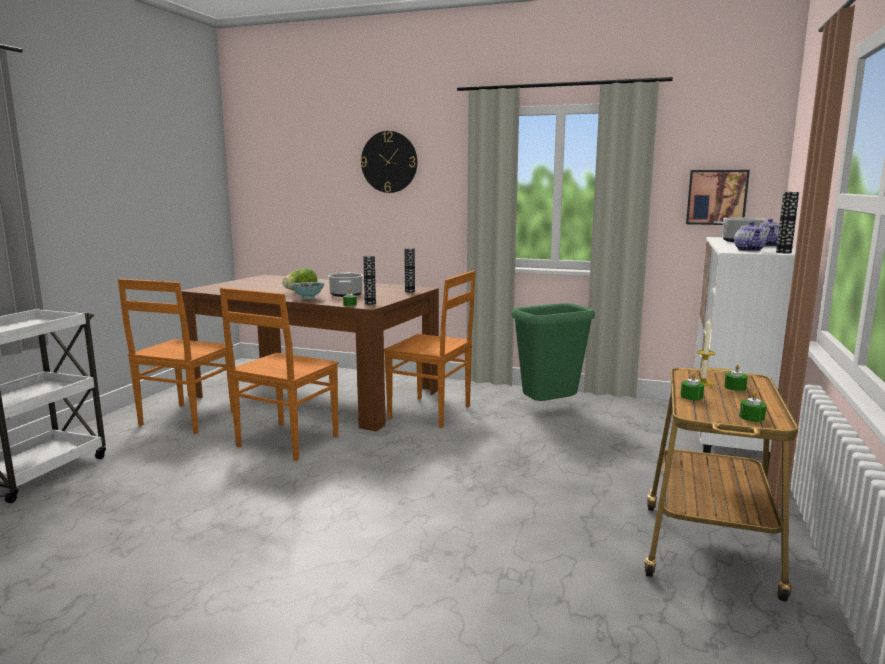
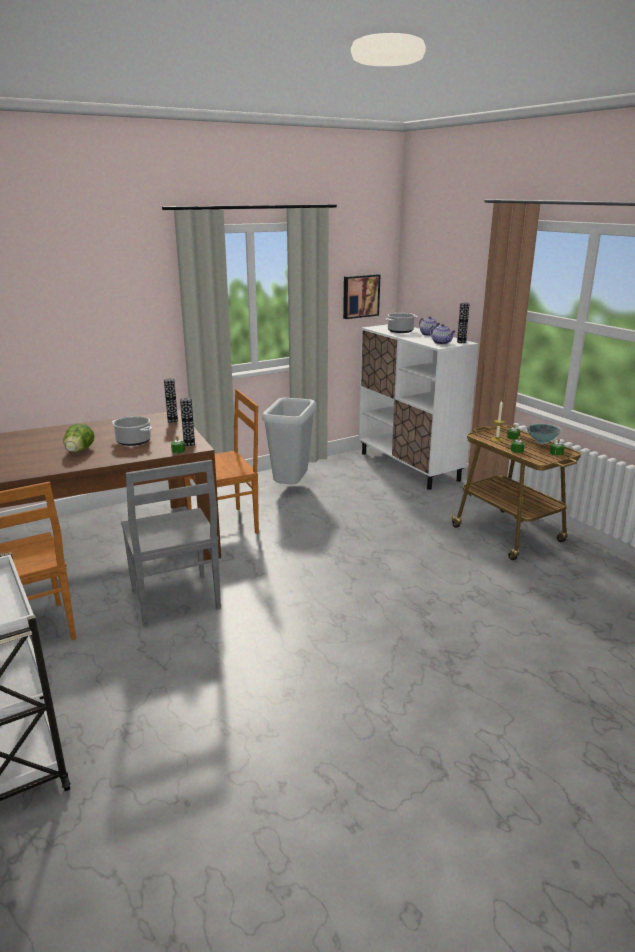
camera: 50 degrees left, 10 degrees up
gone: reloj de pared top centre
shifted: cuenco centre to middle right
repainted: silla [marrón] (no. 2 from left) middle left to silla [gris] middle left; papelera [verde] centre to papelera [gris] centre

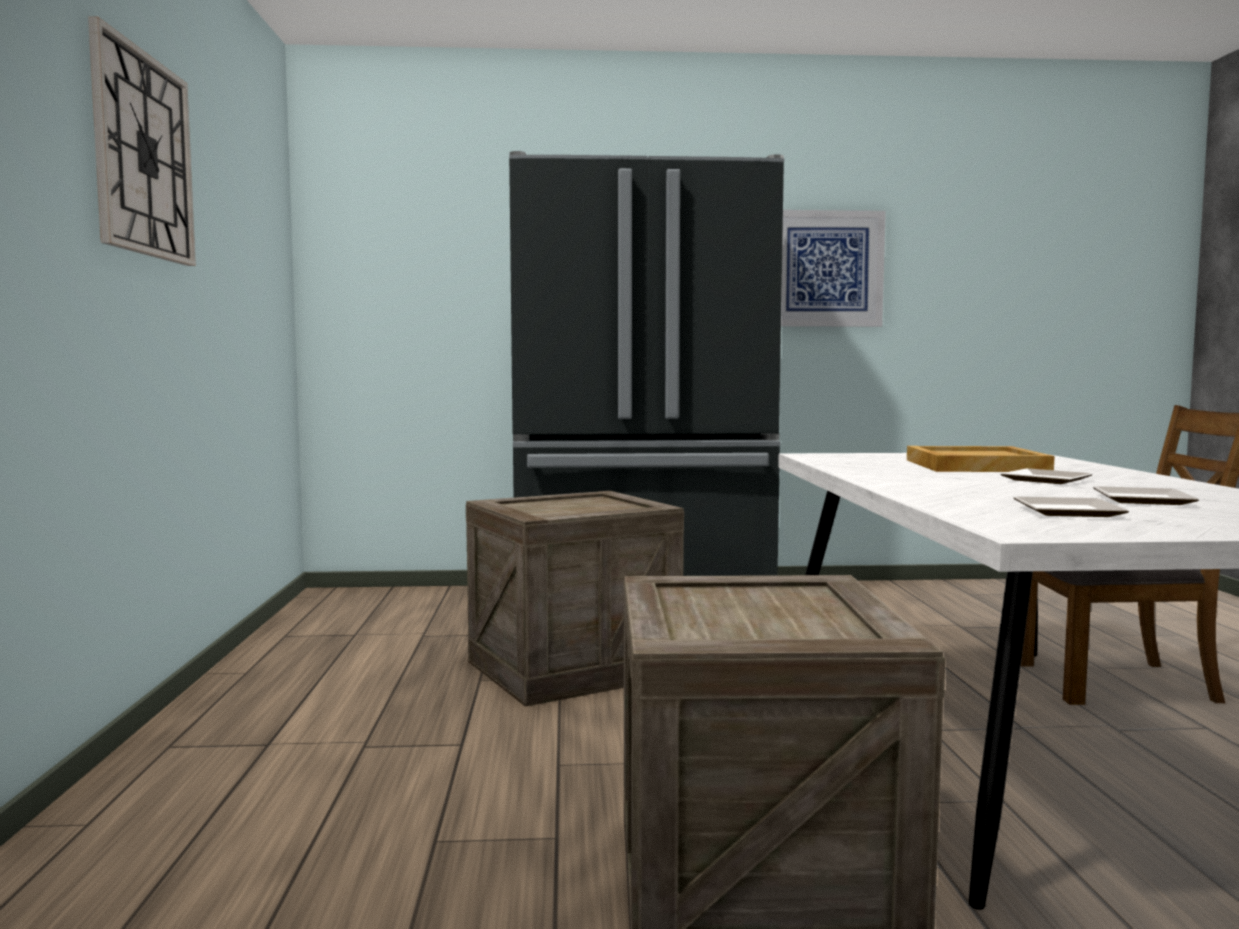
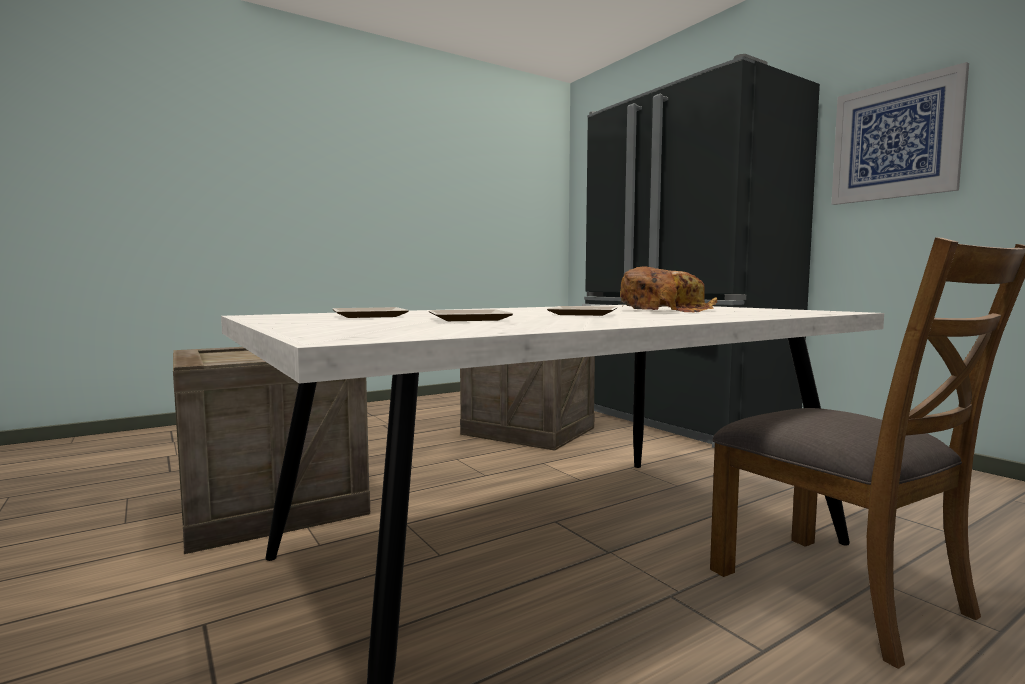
camera: 60 degrees right, 0 degrees up
gone: reloj de pared top left
swapped: bandeja [beis] middle right to pan centre

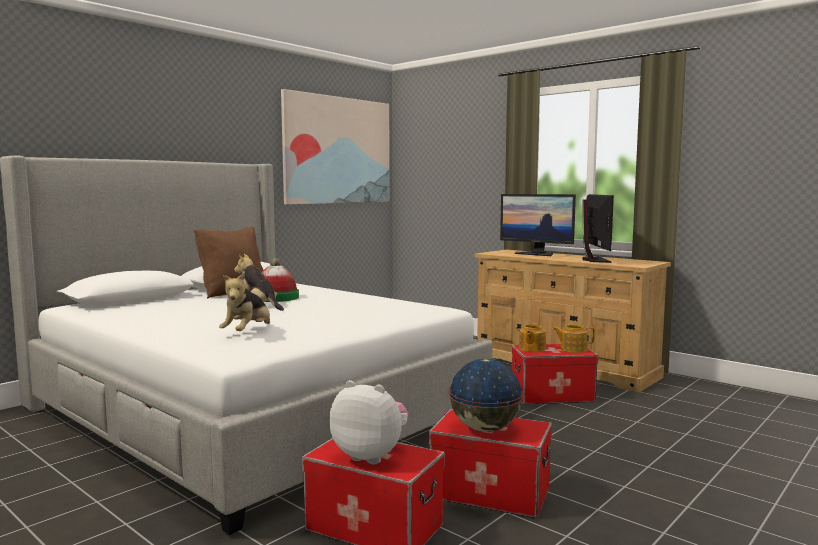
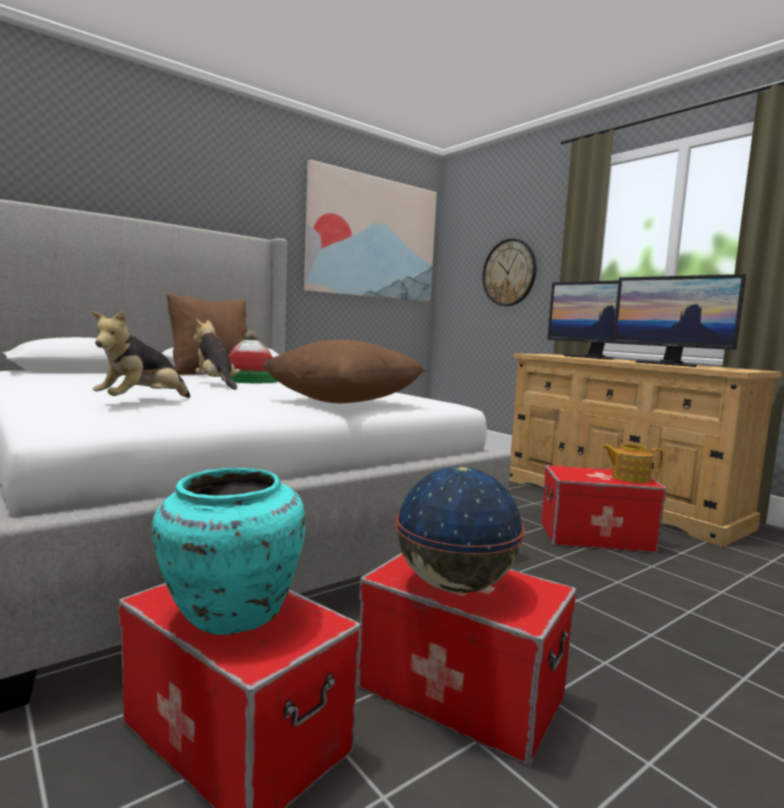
camera: 10 degrees right, 0 degrees up
gone: tetera (no. 1 from left) centre
new: cojín [marrón] (no. 2 from left) centre; reloj de pared centre
swapped: peluche (no. 3 from left) bottom centre to florero [turquesa] bottom left
rotated: monitor (no. 2 from left) middle right = middle right 120 degrees clockwise

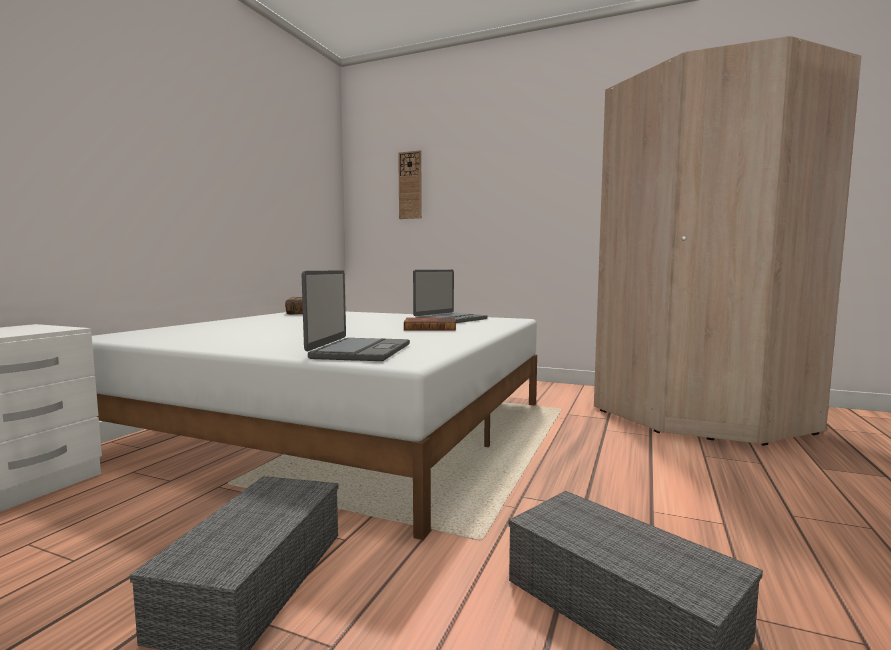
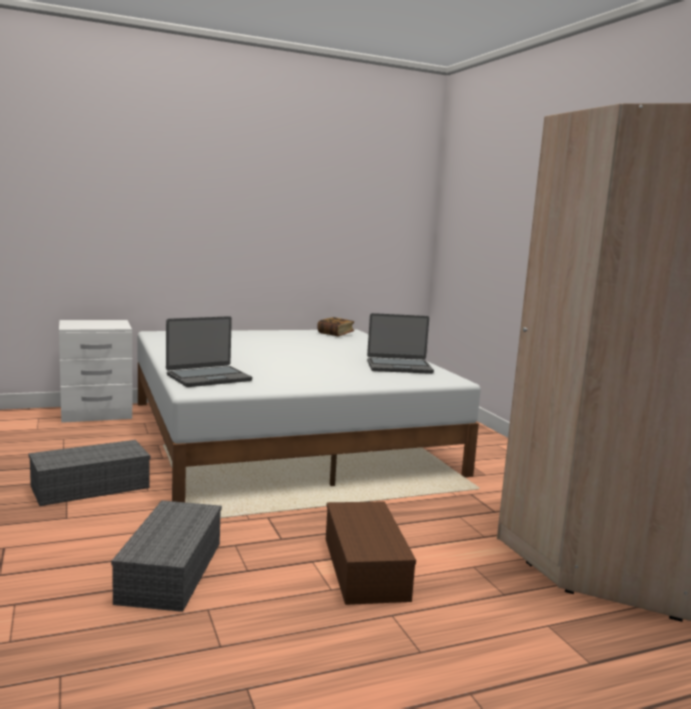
camera: 45 degrees right, 5 degrees up
gone: reloj de pared top centre; libro (no. 2 from left) centre
new: caja de almacenaje [marrón] bottom centre

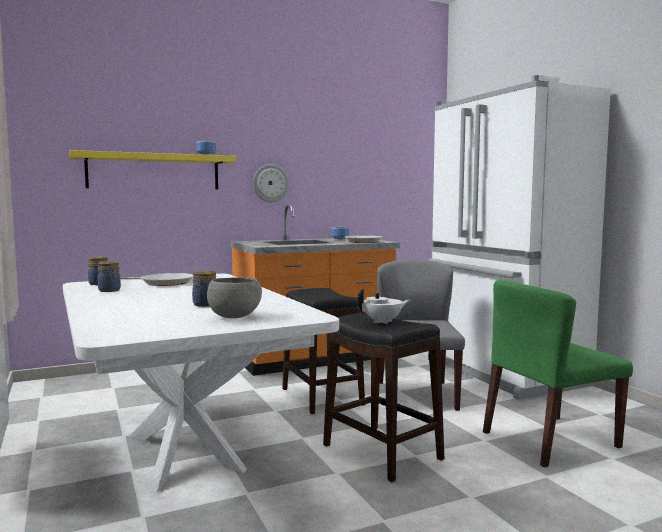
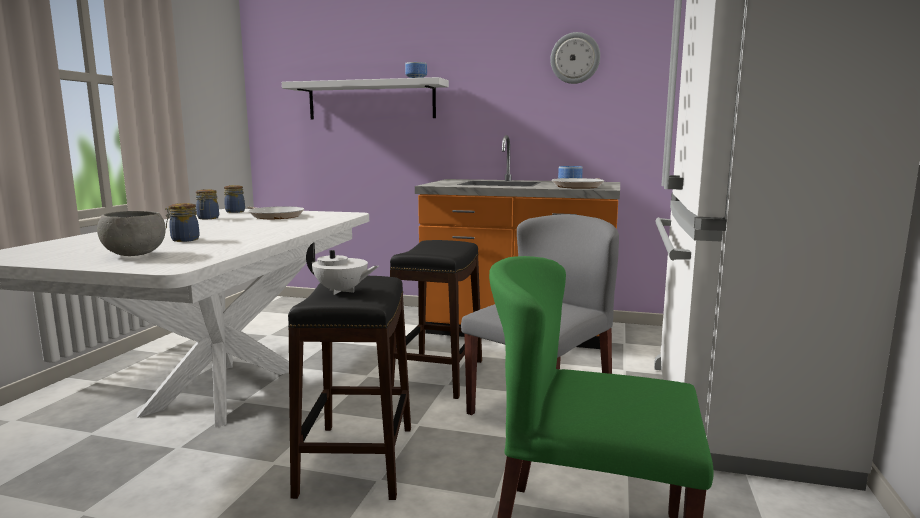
camera: 40 degrees right, 5 degrees up
shifted: reloj de pared centre to top centre
repainted: estante [amarillo] top left to estante [blanco] top centre

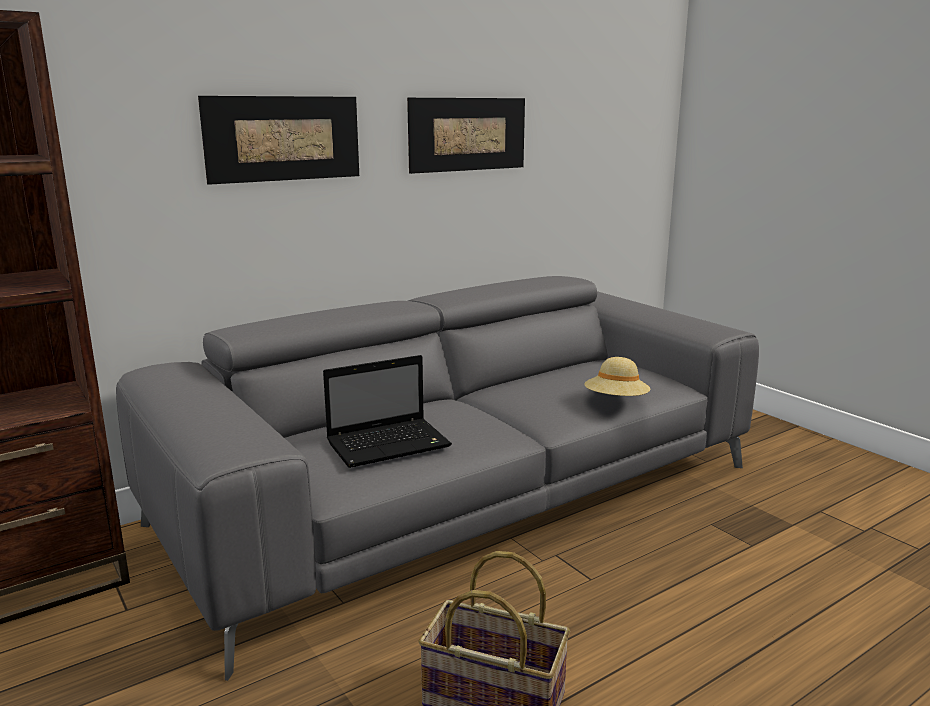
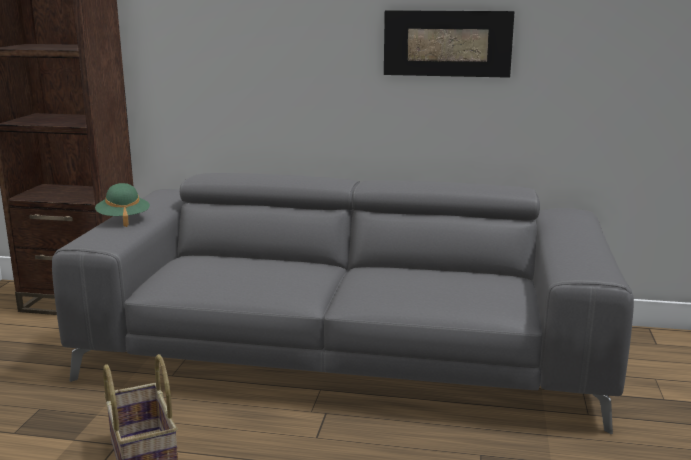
camera: 45 degrees right, 0 degrees up
gone: cuadro (no. 1 from left) top left; portátil centre; sombrero [beis] centre
new: sombrero [verde] middle left

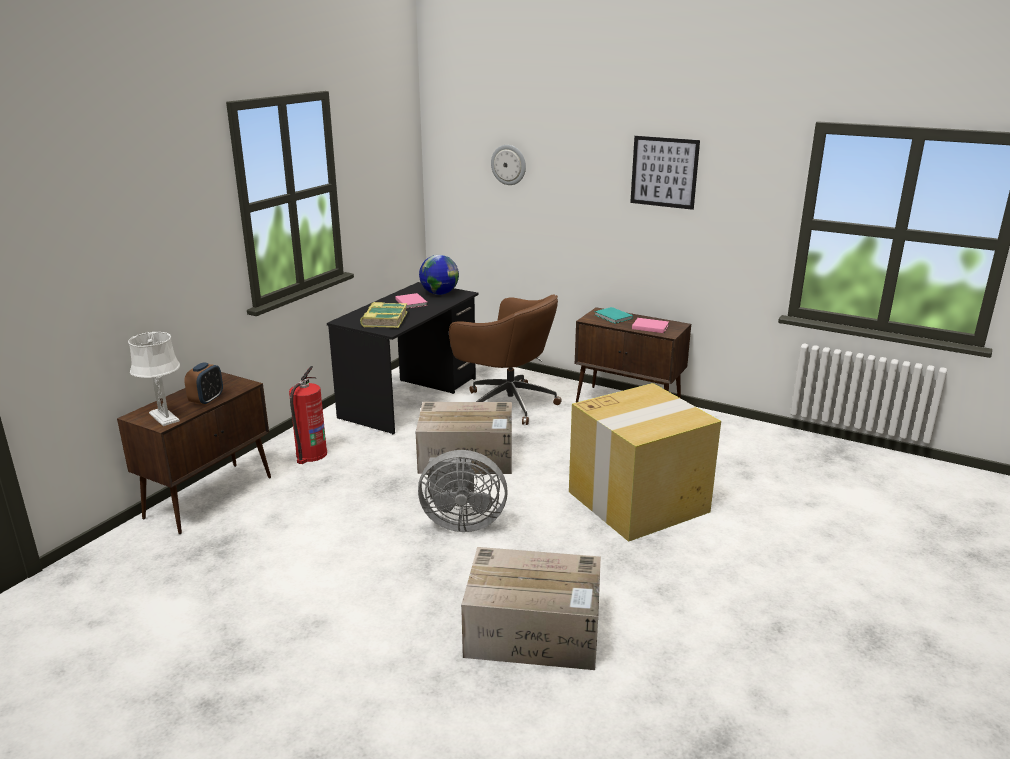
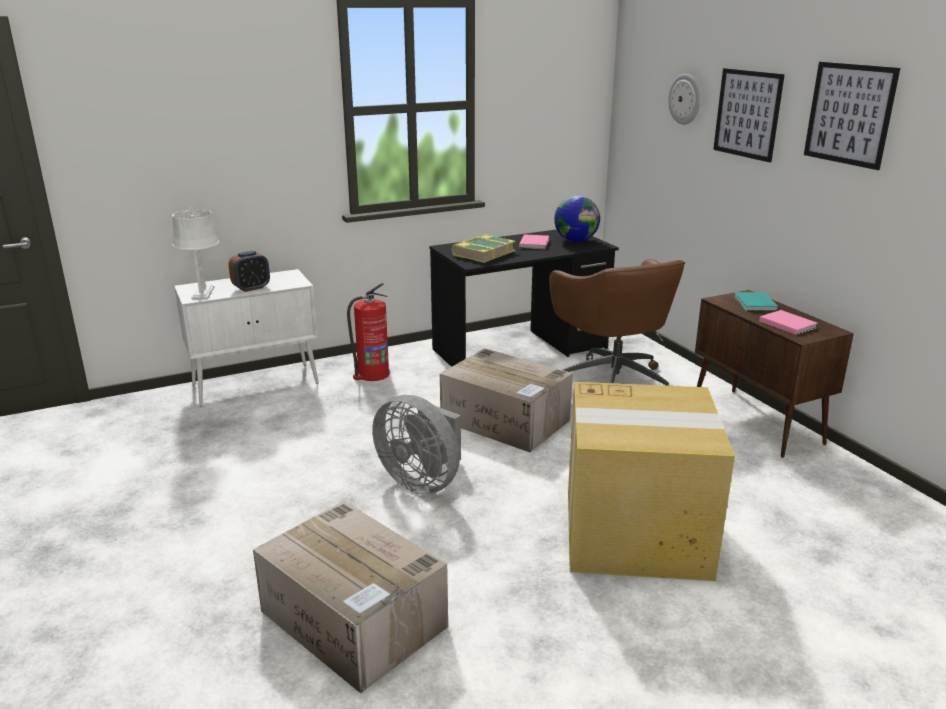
camera: 35 degrees right, 0 degrees up
new: cuadro (no. 1 from left) top right
repainted: armario [marrón] (no. 1 from left) middle left to armario [blanco] middle left

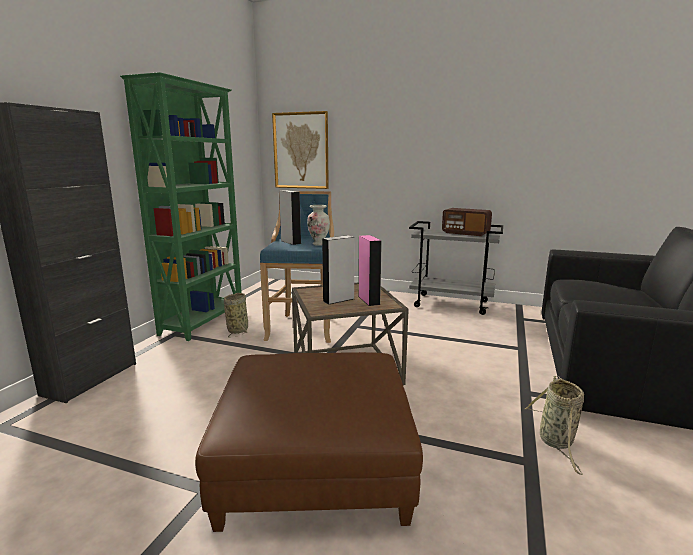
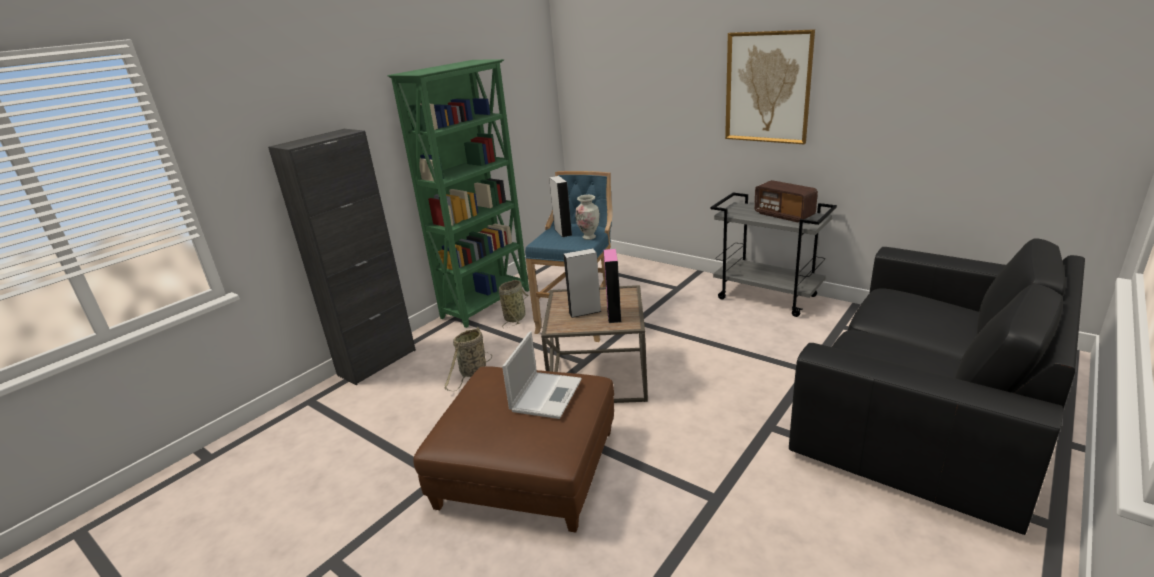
camera: 20 degrees right, 10 degrees up
new: portátil centre
shifted: cesta (no. 2 from left in the first image) bottom right to cesta (no. 1 from left) centre; cuadro top centre to top right

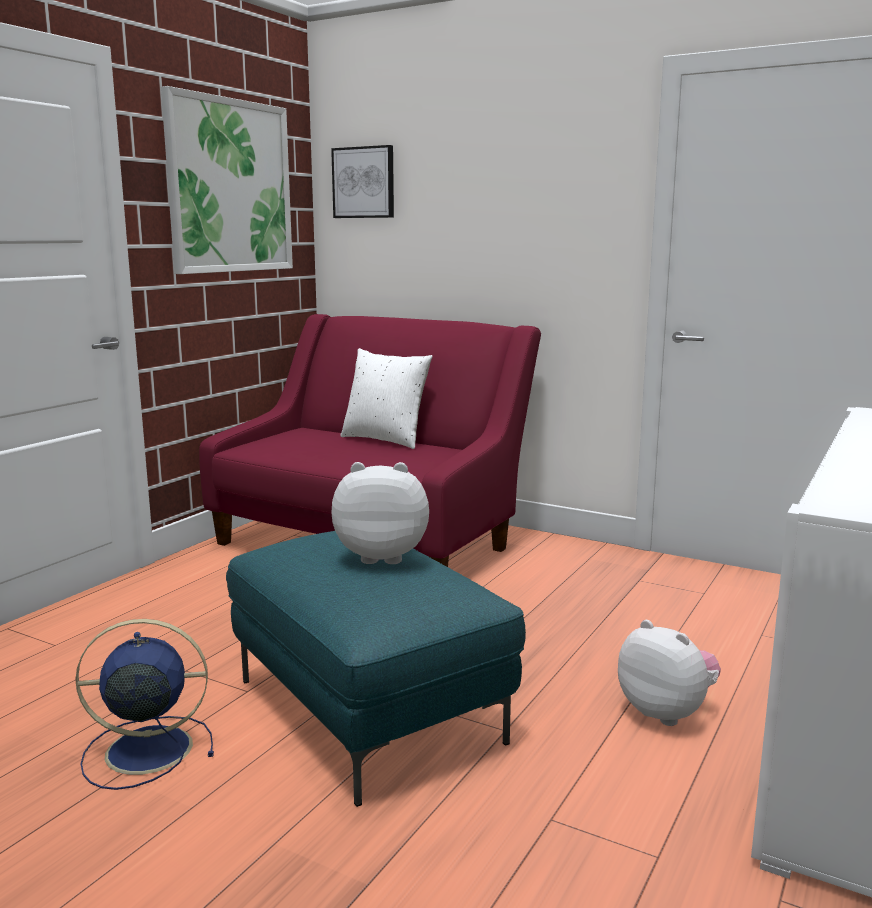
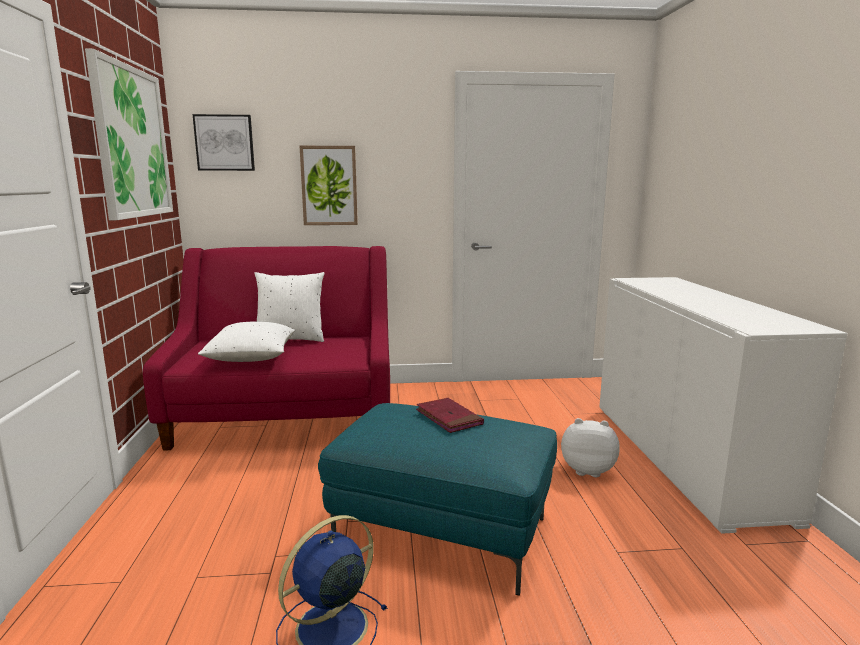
camera: 35 degrees left, 0 degrees up
new: cojín [blanco] (no. 1 from left) middle left; cuadro (no. 3 from left) top centre
swapped: peluche (no. 1 from left) centre to libro [rojo] centre

